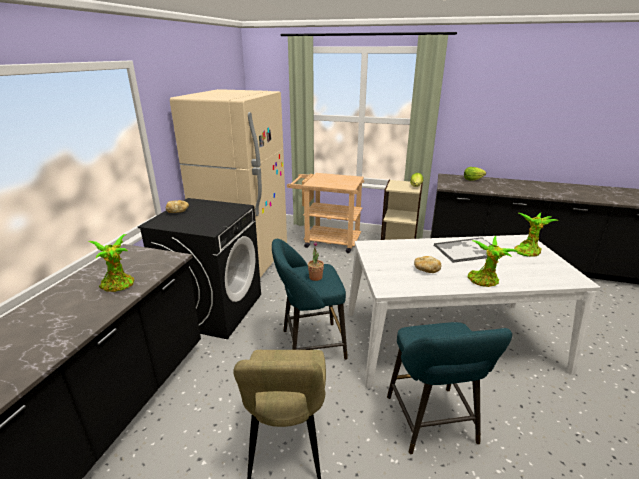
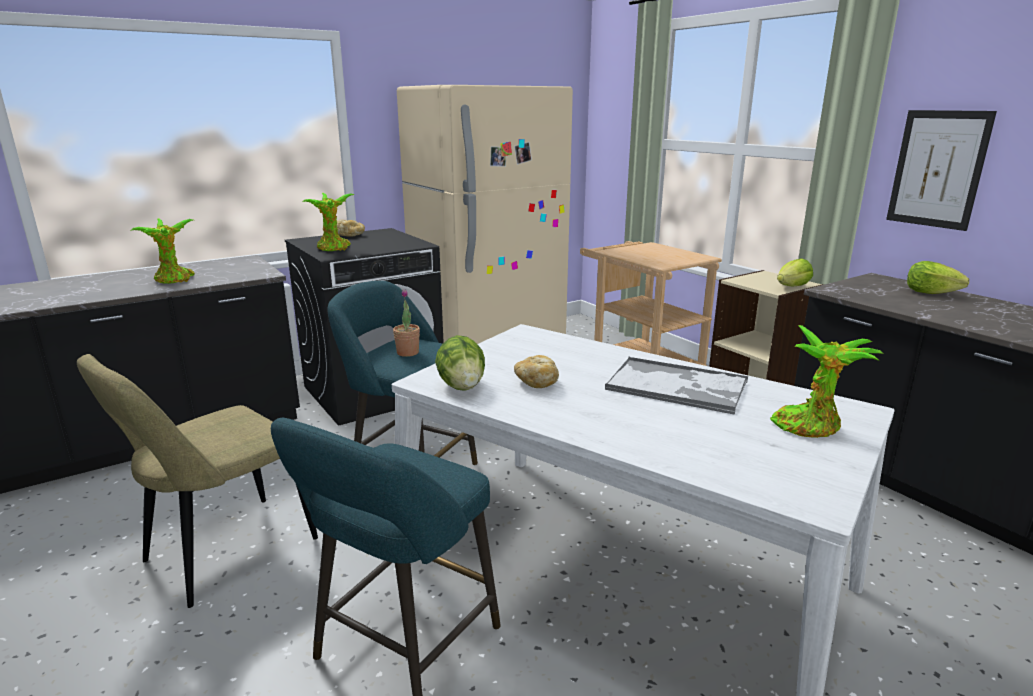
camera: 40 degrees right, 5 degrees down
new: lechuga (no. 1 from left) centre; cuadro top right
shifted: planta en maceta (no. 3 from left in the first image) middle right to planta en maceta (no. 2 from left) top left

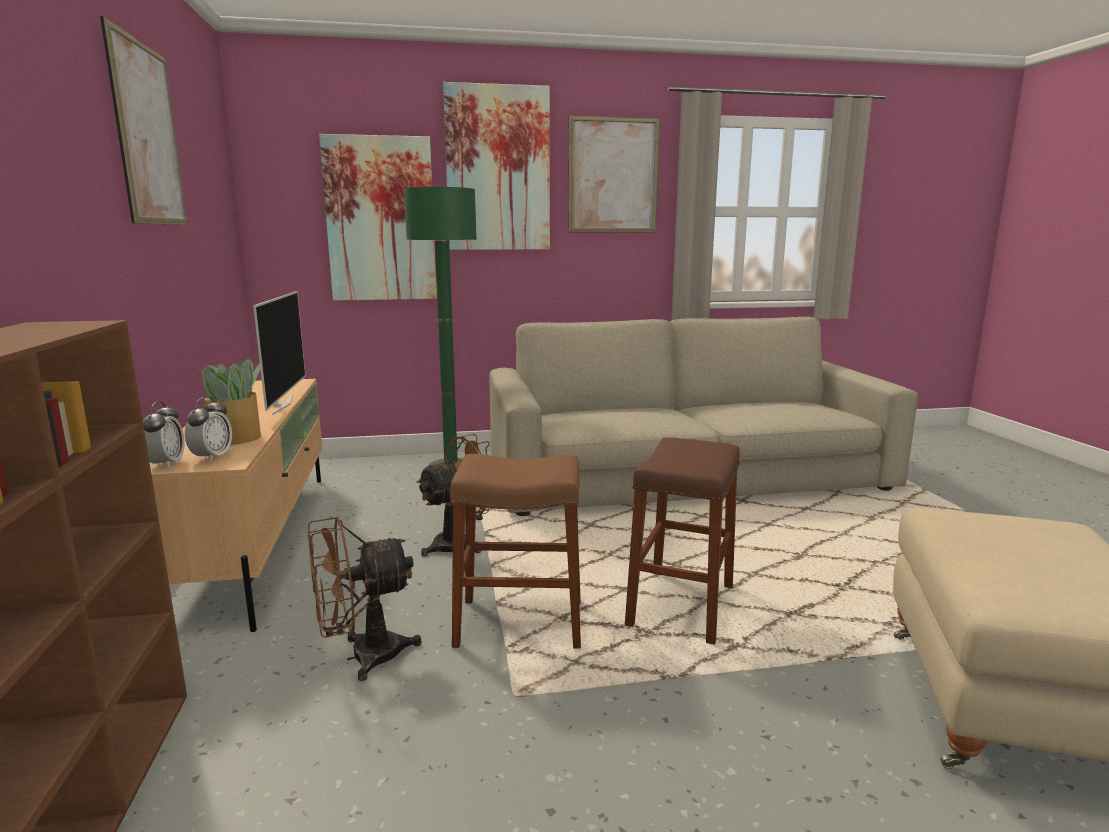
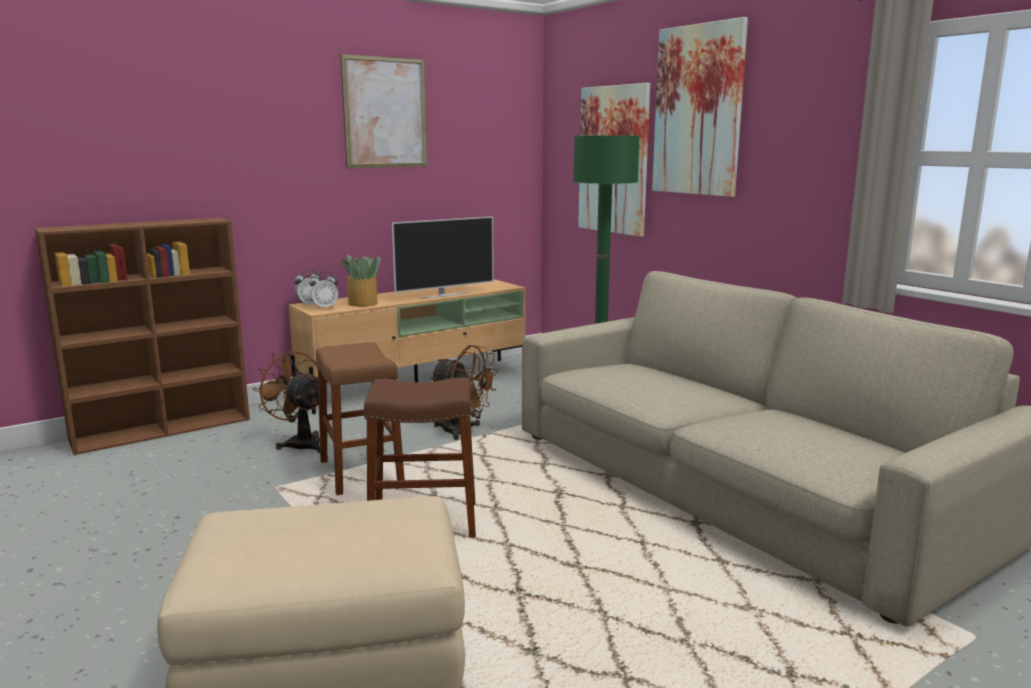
camera: 65 degrees right, 0 degrees up
gone: cuadro (no. 4 from left) top centre

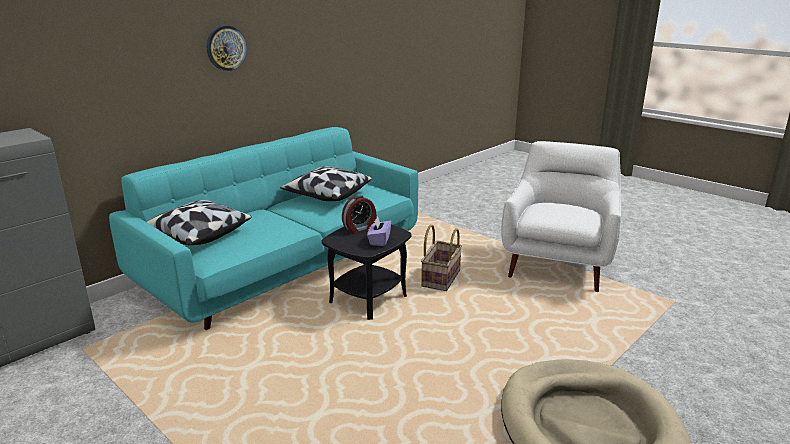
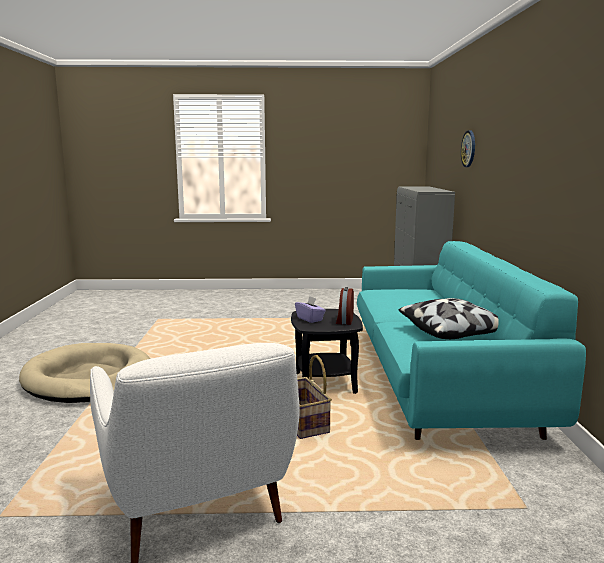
camera: 135 degrees right, 10 degrees down
gone: cojín (no. 1 from left) middle left
shifted: reloj de pared top left to top right

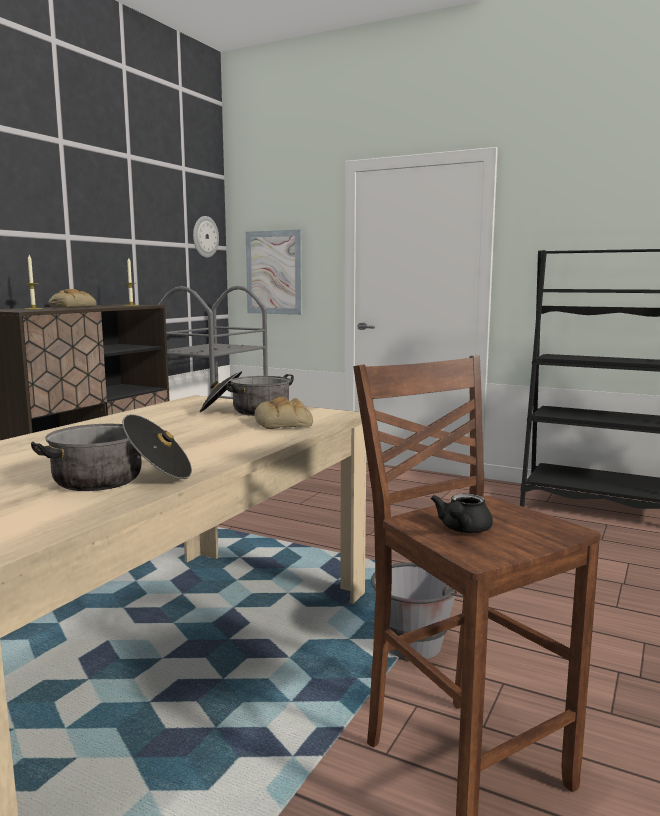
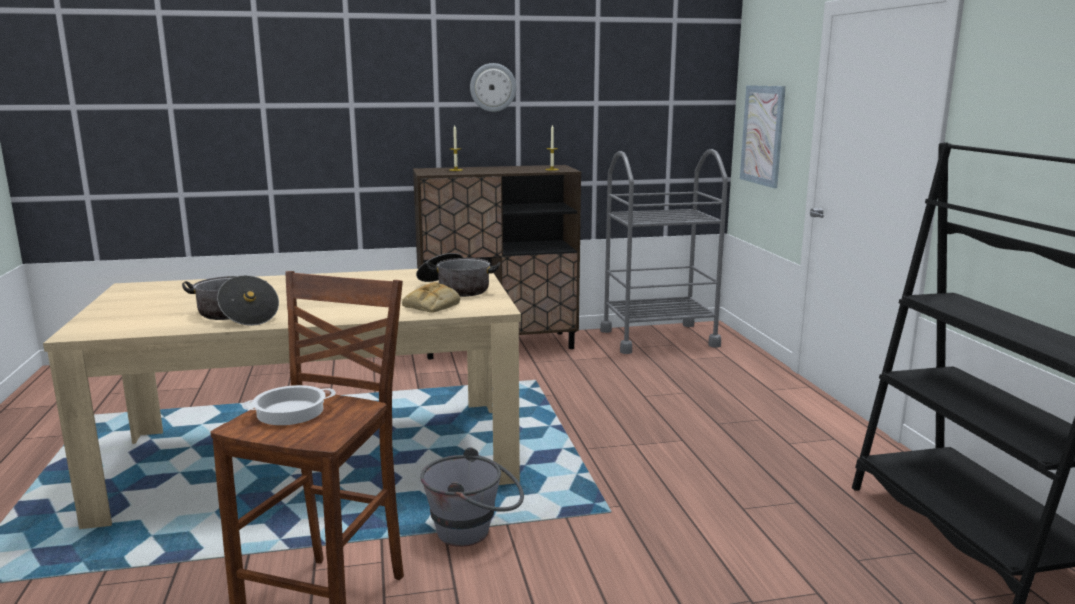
camera: 50 degrees right, 5 degrees up
gone: pan (no. 1 from left) middle left
shifted: reloj de pared top left to top centre
swapped: tetera [negro] middle right to olla (no. 2 from left) bottom left

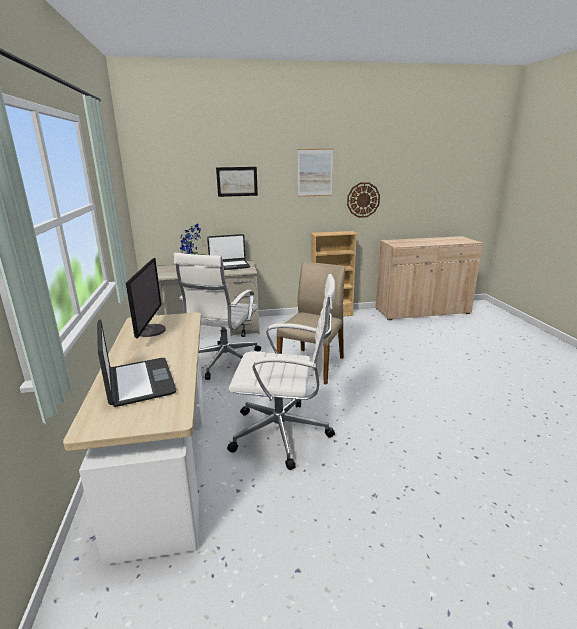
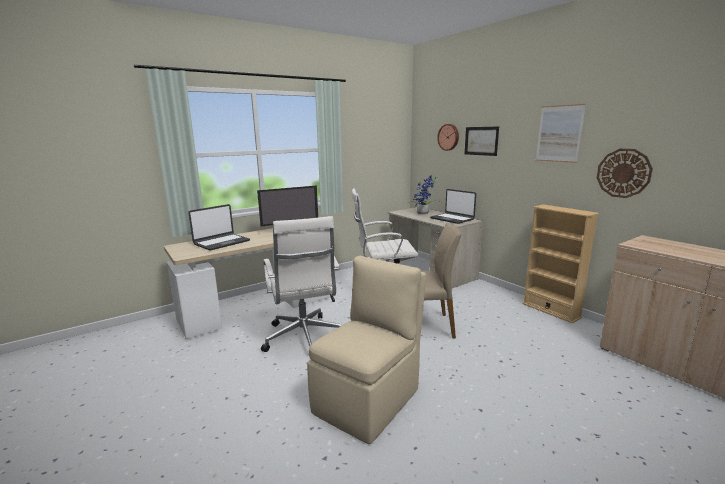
camera: 65 degrees right, 5 degrees down
new: silla [beis] (no. 1 from left) bottom centre; reloj de pared (no. 1 from left) top centre

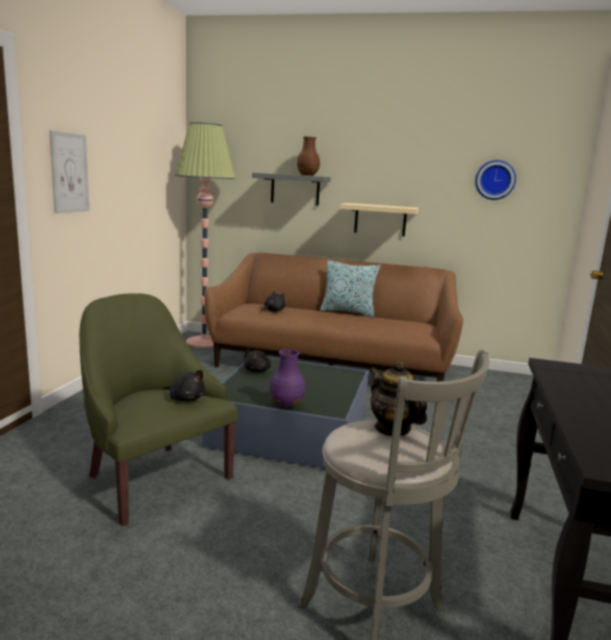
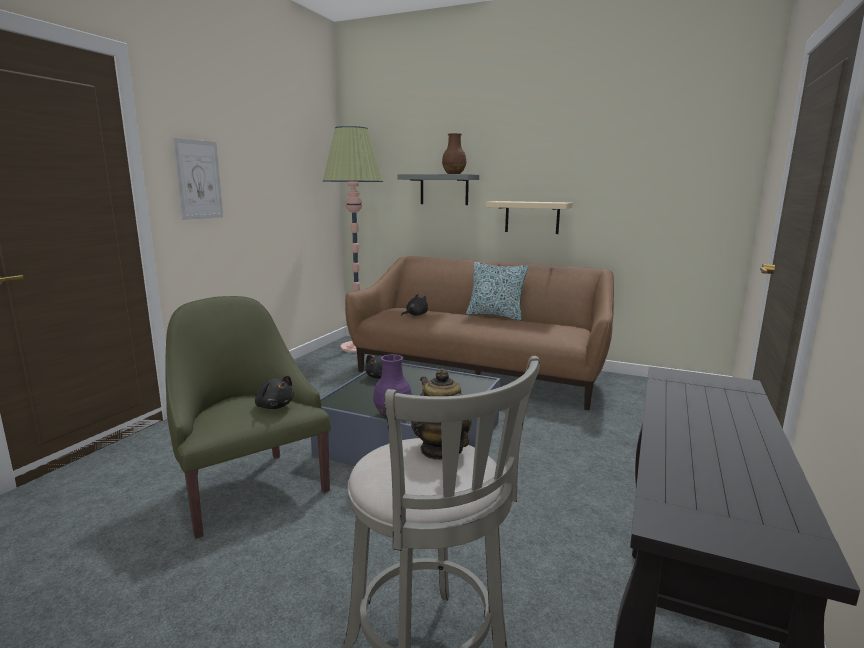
camera: 10 degrees right, 0 degrees up
gone: reloj de pared top right

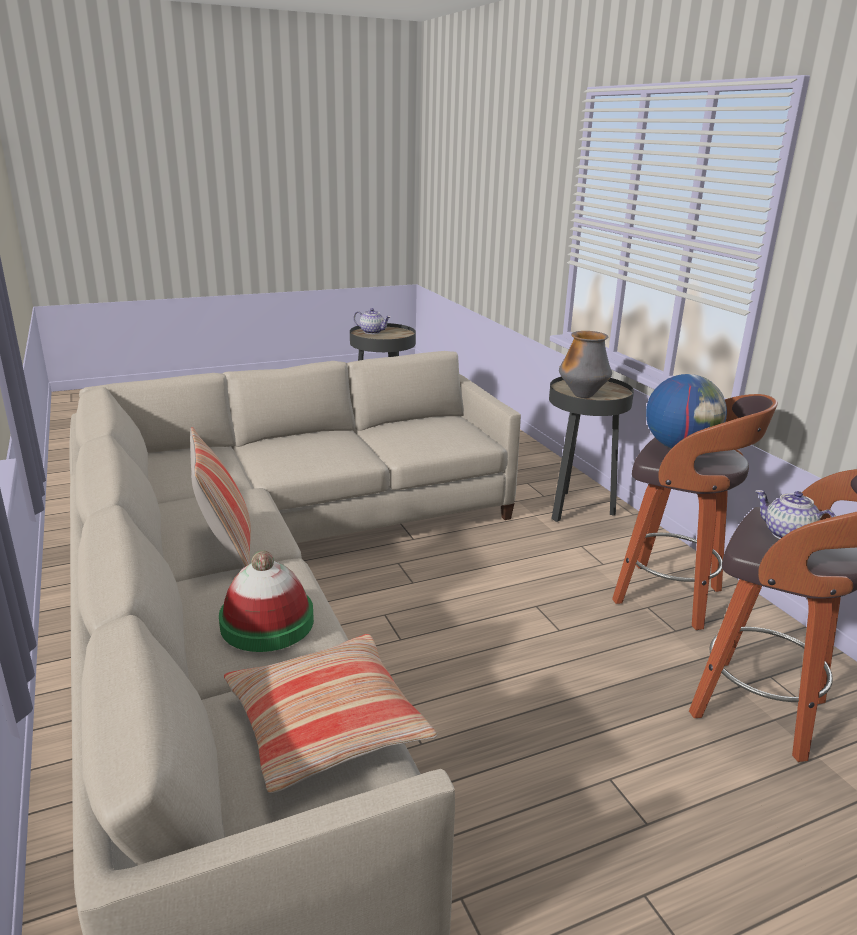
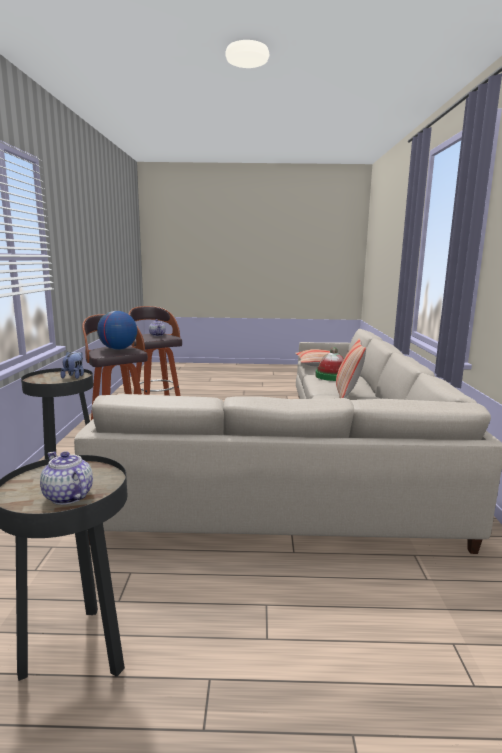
camera: 155 degrees left, 10 degrees down
swapped: florero middle right to peluche middle left

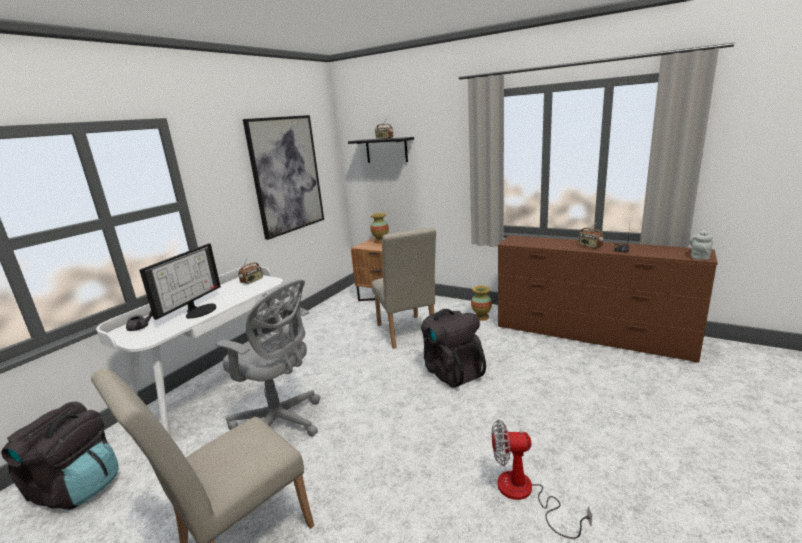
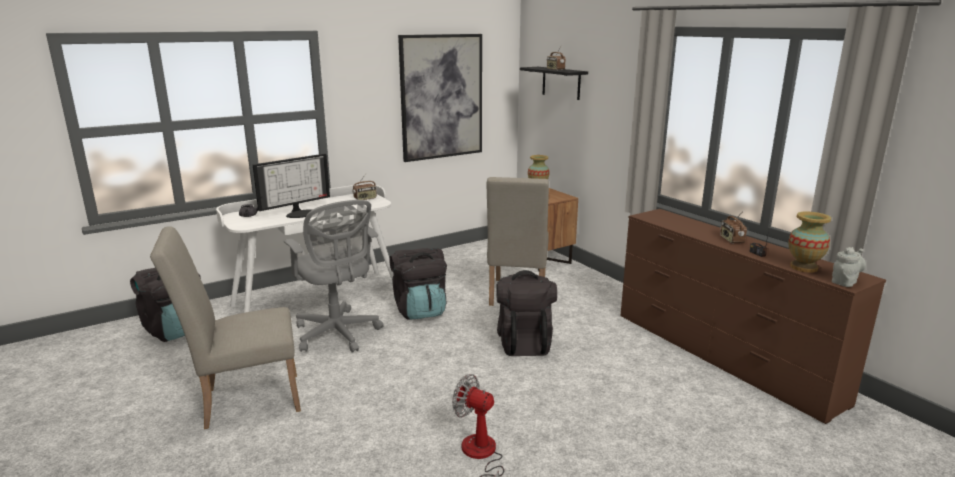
camera: 25 degrees right, 0 degrees up
new: mochila [negro] (no. 2 from left) centre
shifted: florero (no. 2 from left) centre to middle right

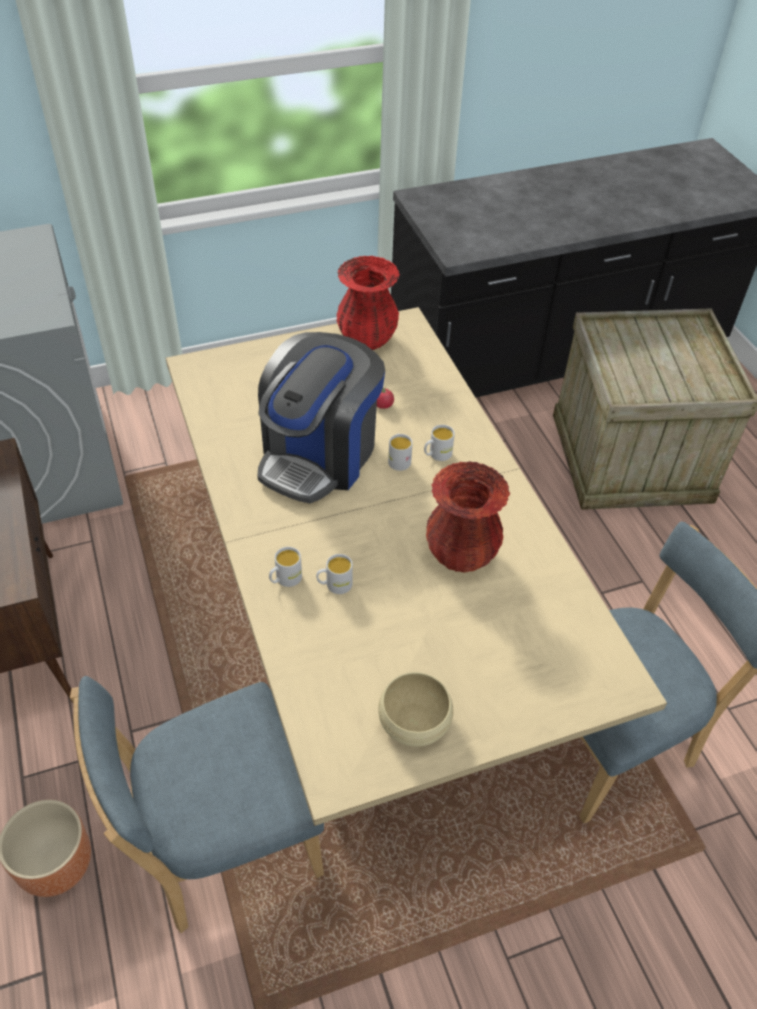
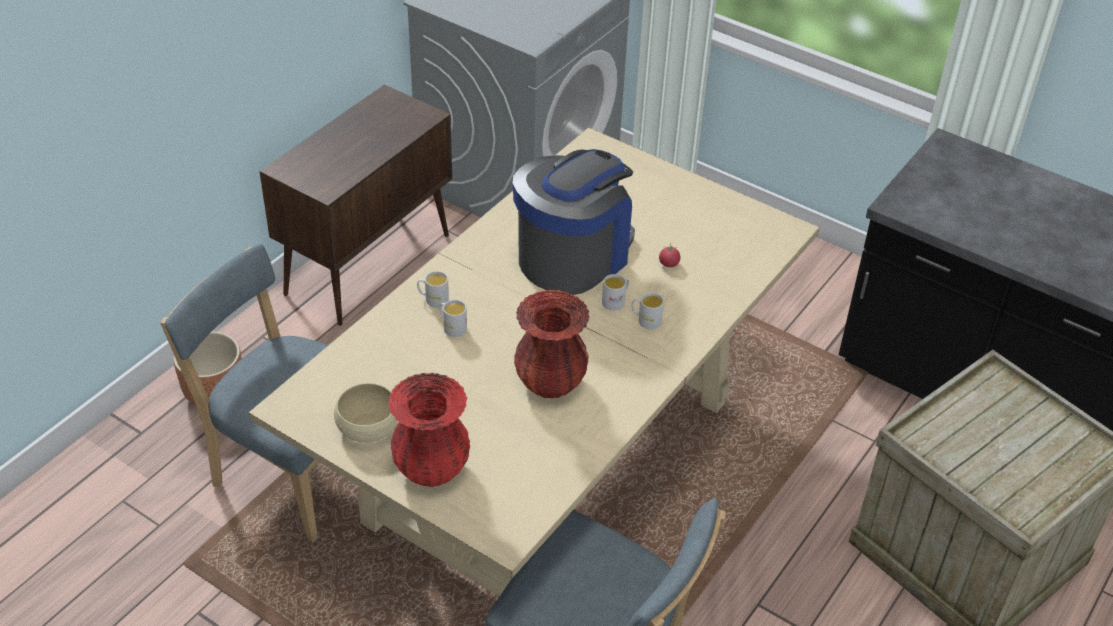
camera: 55 degrees right, 5 degrees down
shifted: florero [rojo] (no. 1 from left) top centre to bottom centre
rotated: cafetera centre = centre 135 degrees clockwise

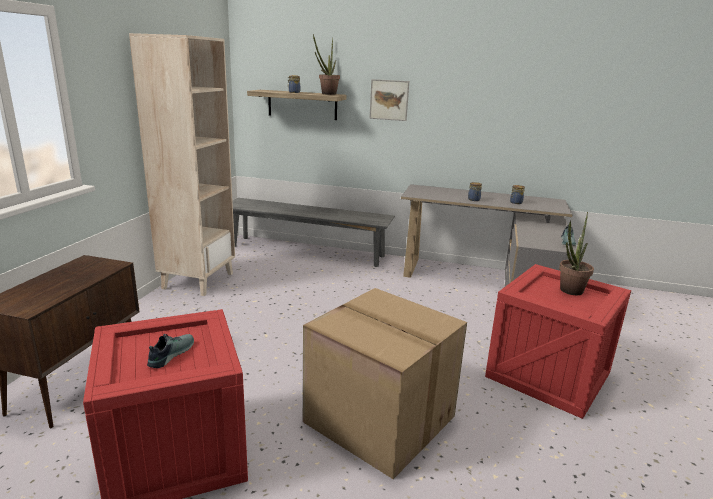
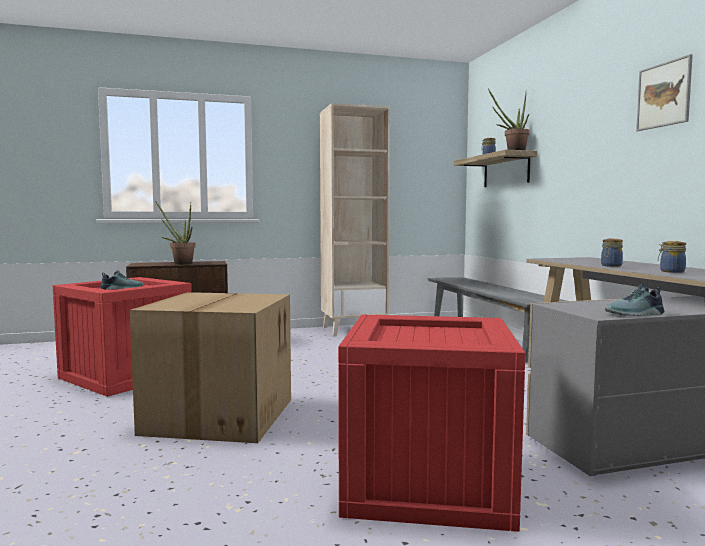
camera: 60 degrees right, 15 degrees down
shifted: planta en maceta (no. 2 from left in the first image) middle right to planta en maceta (no. 1 from left) middle left; cuadro top centre to top right

